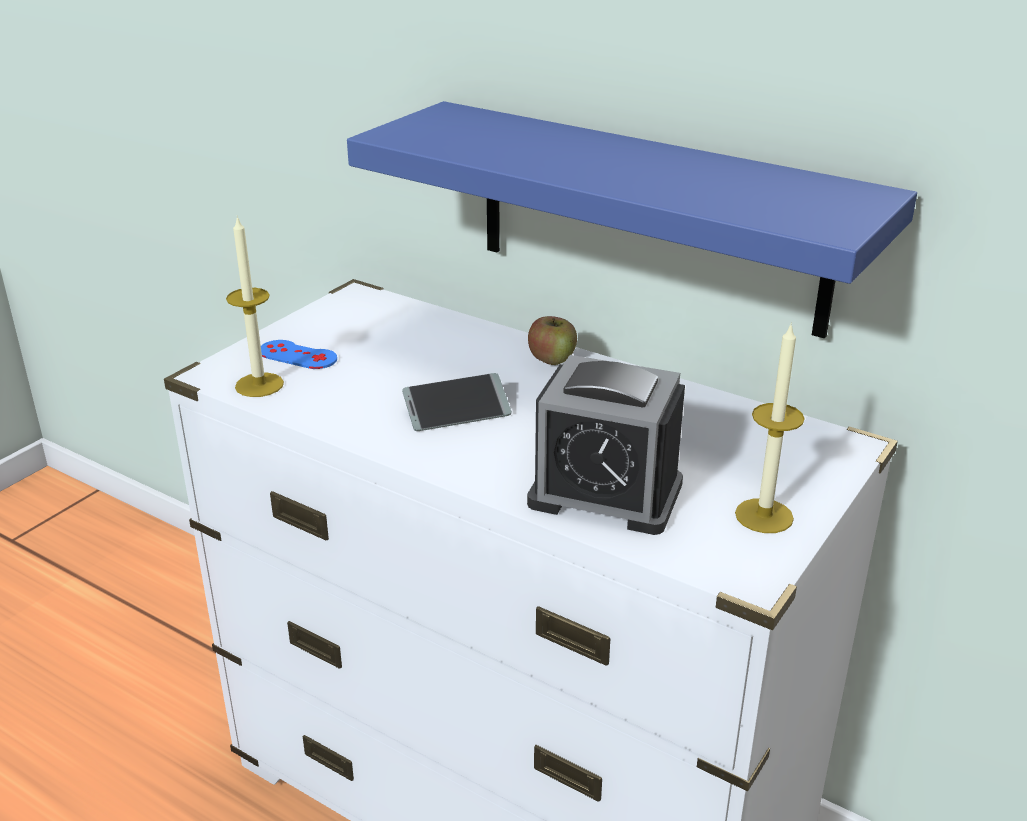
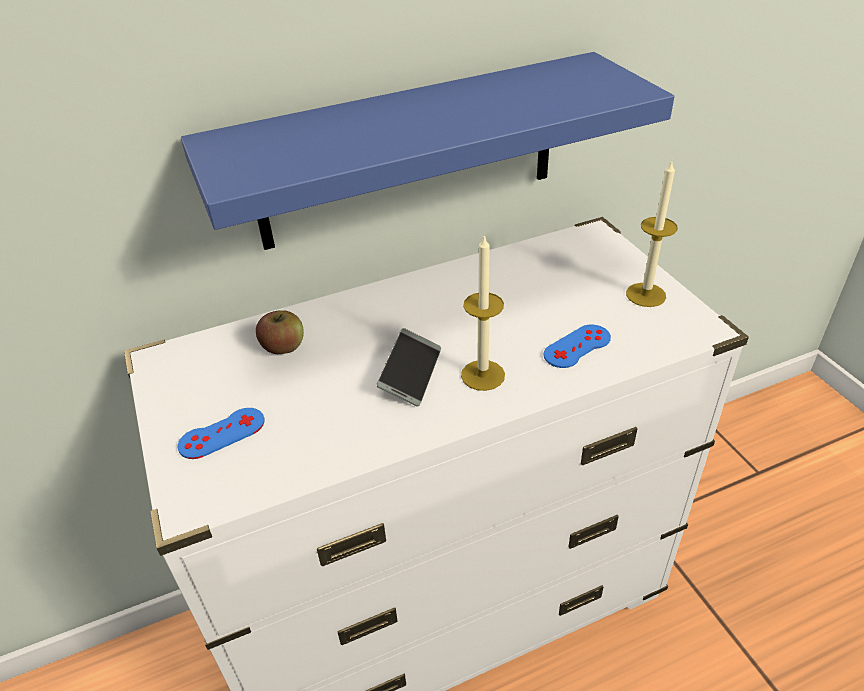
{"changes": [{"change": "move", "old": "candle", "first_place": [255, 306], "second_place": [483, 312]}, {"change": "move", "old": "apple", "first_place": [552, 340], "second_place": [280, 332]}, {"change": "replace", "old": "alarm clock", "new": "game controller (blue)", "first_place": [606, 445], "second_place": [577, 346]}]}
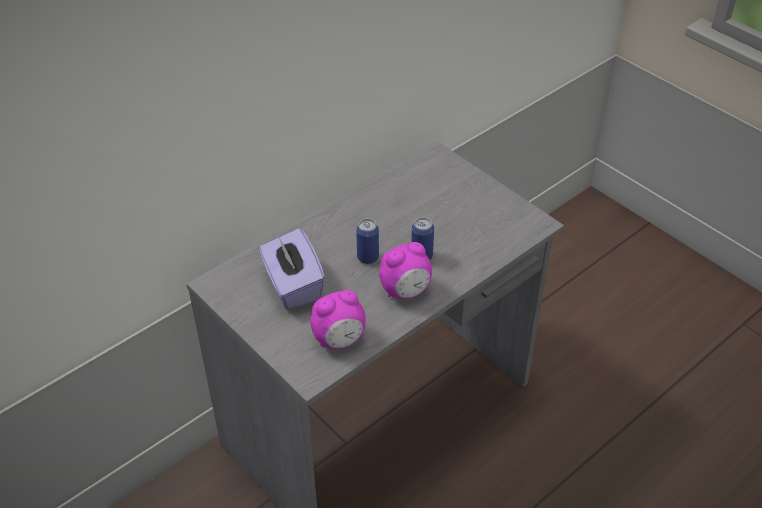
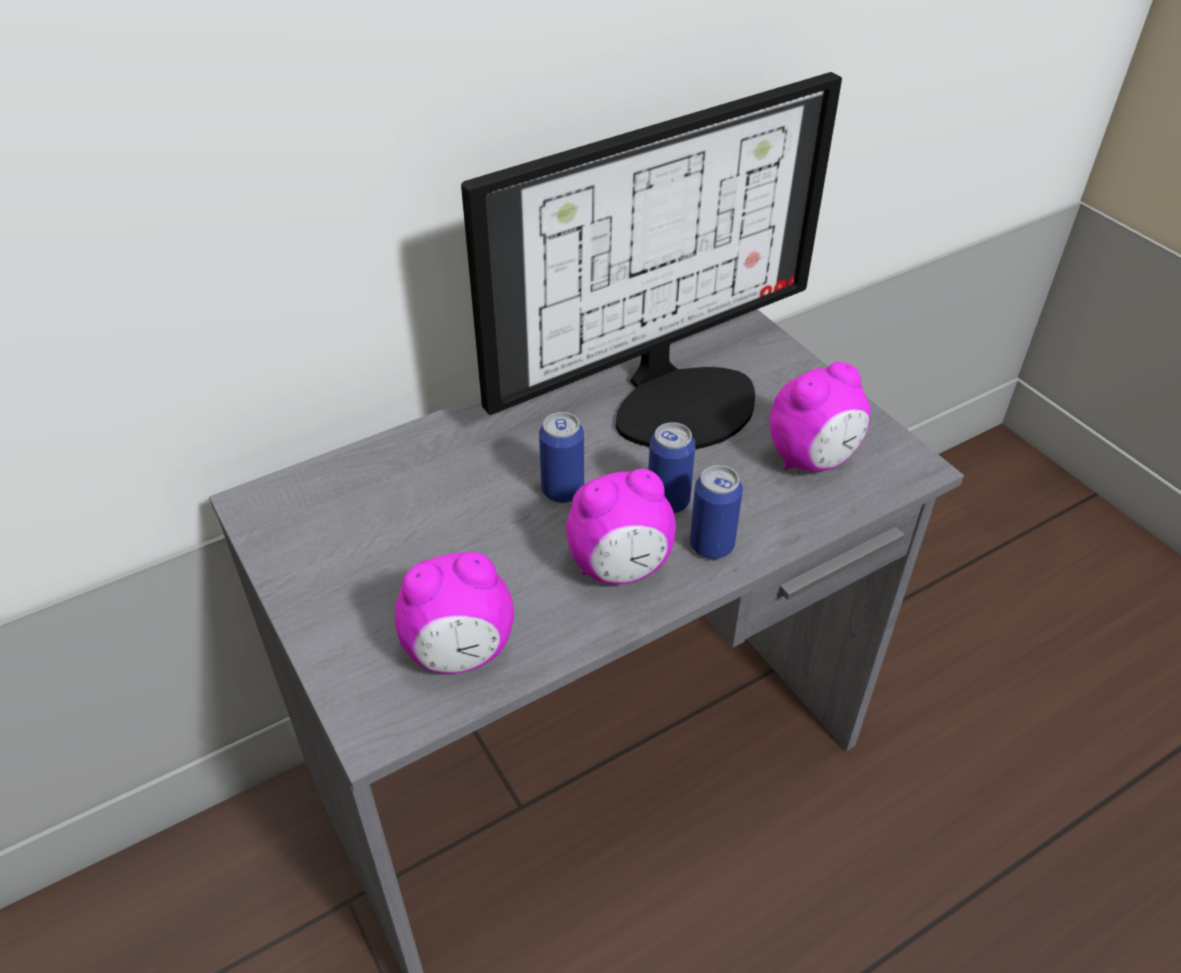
{"changes": [{"change": "delete", "old": "tissue box (purple)", "first_place": [292, 269]}, {"change": "insert", "new": "monitor", "second_place": [651, 260]}, {"change": "insert", "new": "alarm clock", "second_place": [820, 416]}, {"change": "insert", "new": "can", "second_place": [716, 512]}]}
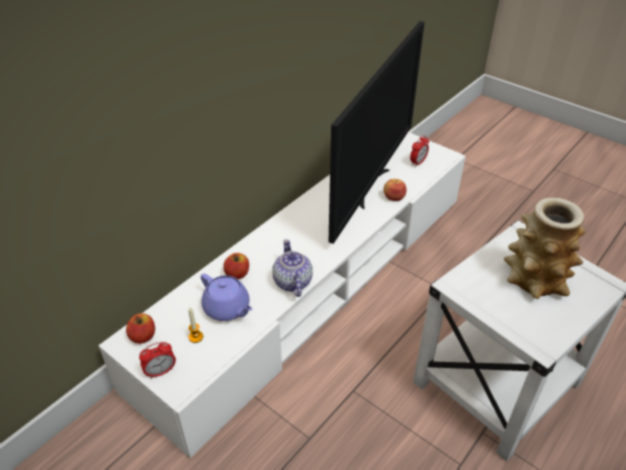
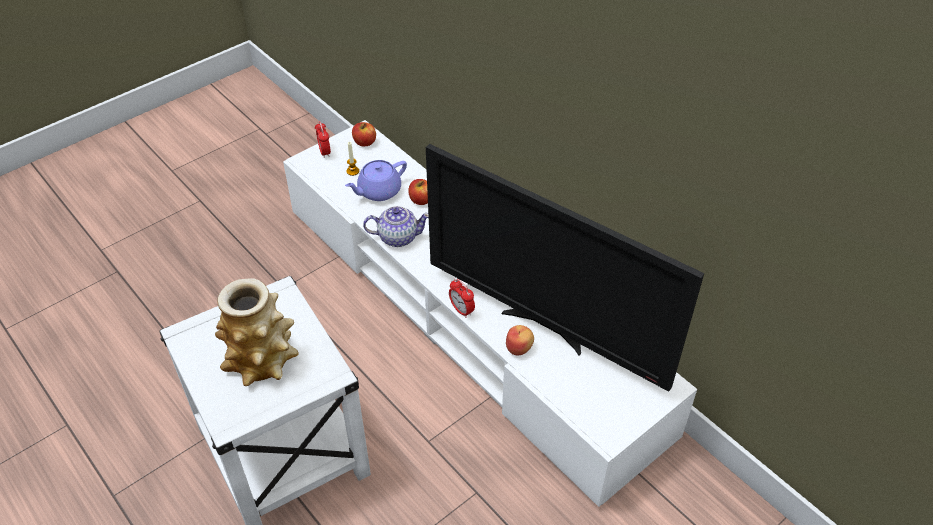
{"changes": [{"change": "move", "old": "alarm clock", "first_place": [419, 151], "second_place": [462, 298]}]}
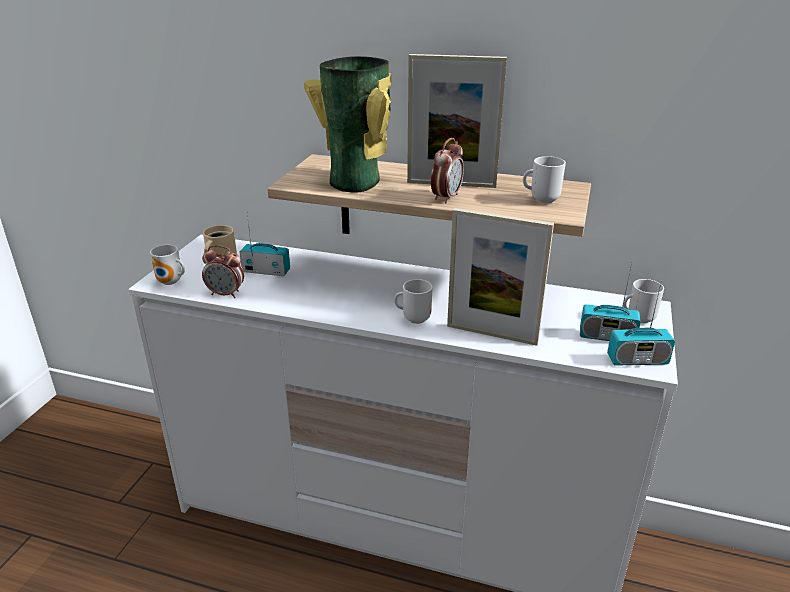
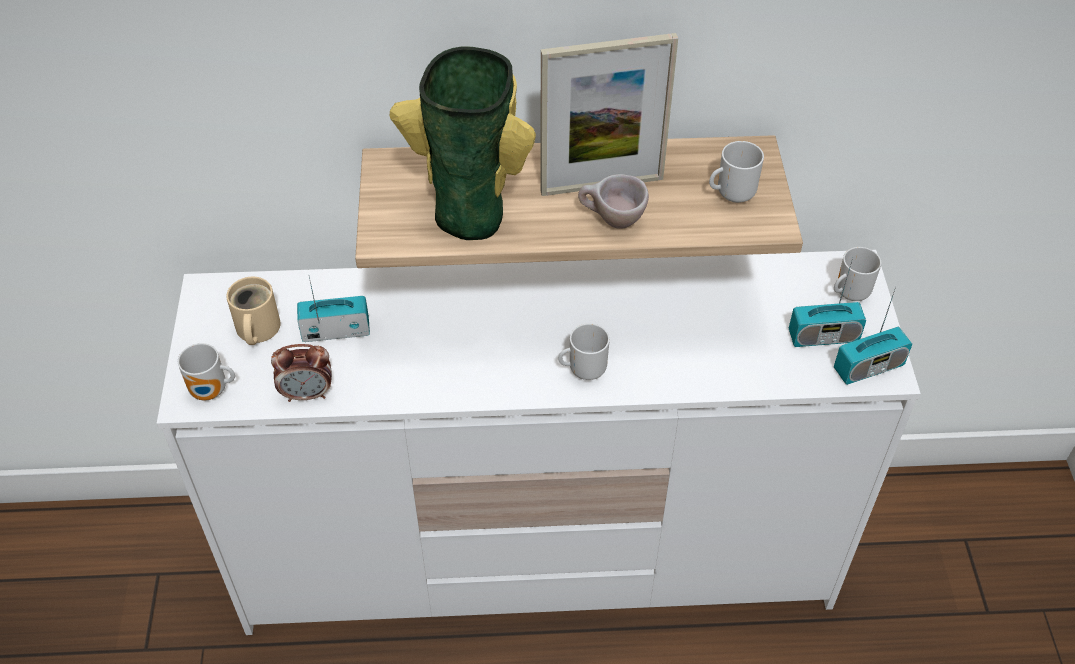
{"changes": [{"change": "replace", "old": "alarm clock", "new": "cup (beige)", "first_place": [447, 170], "second_place": [613, 201]}, {"change": "delete", "old": "picture frame", "first_place": [500, 277]}]}
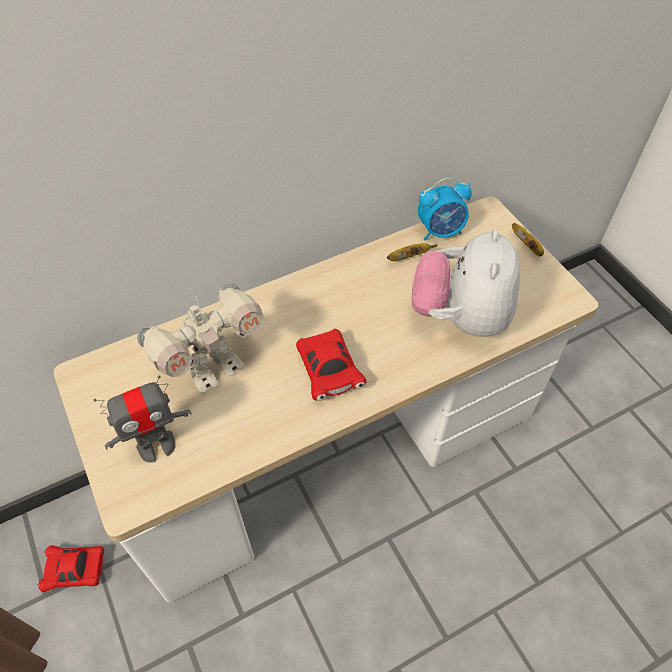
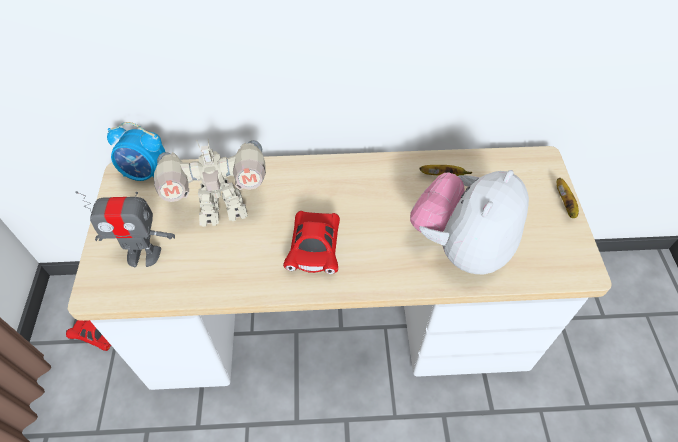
{"changes": [{"change": "move", "old": "alarm clock", "first_place": [445, 209], "second_place": [136, 151]}]}
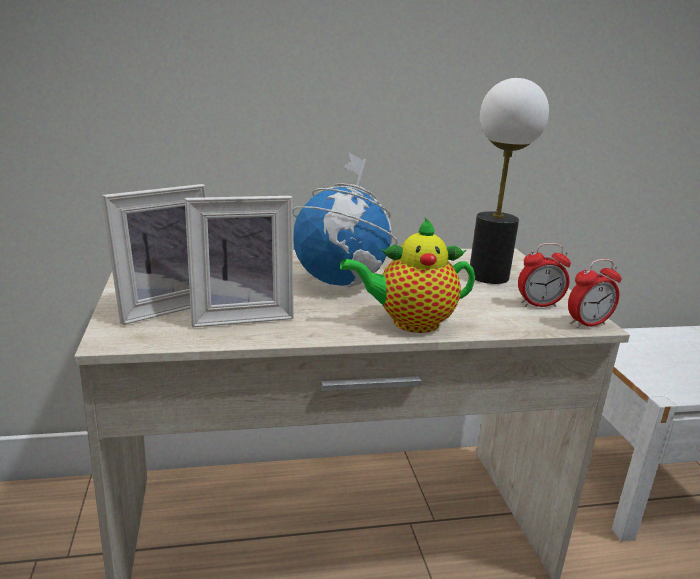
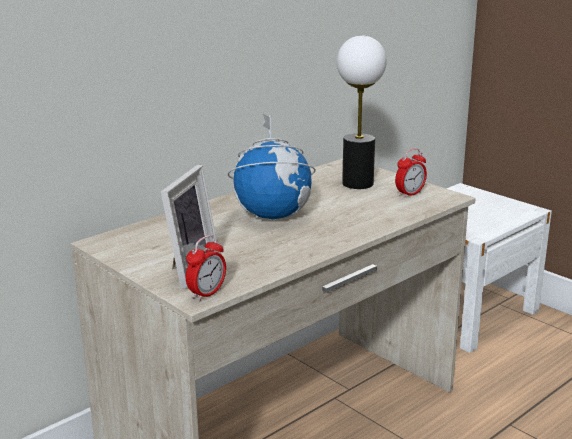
{"changes": [{"change": "delete", "old": "picture frame", "first_place": [239, 261]}, {"change": "delete", "old": "teapot", "first_place": [407, 275]}, {"change": "move", "old": "alarm clock", "first_place": [594, 293], "second_place": [206, 268]}]}
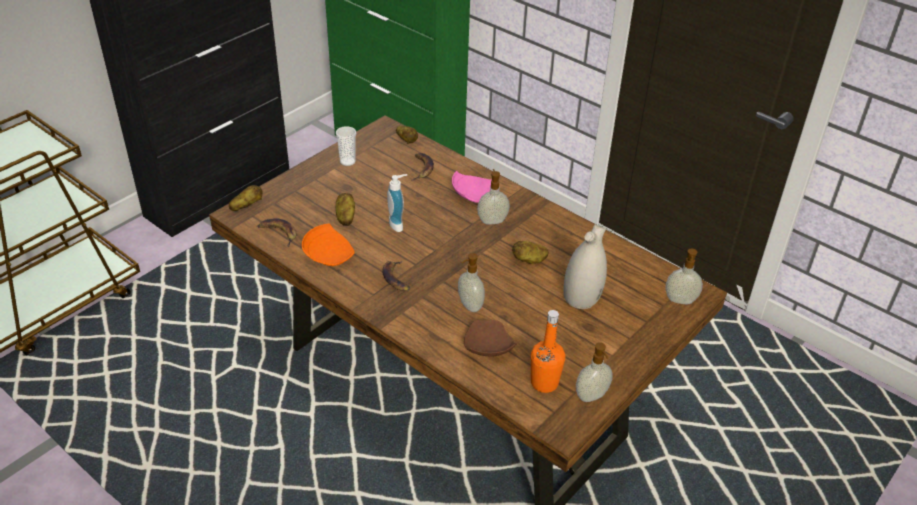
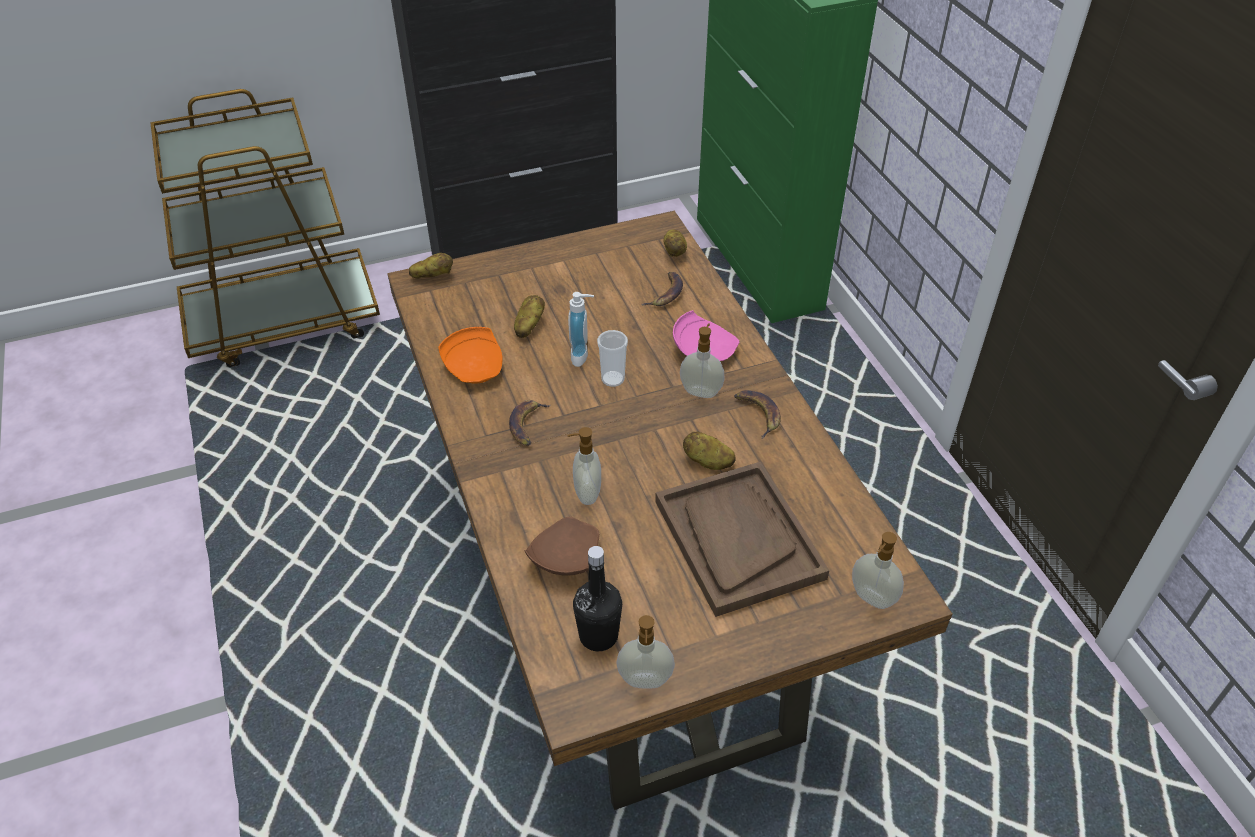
{"changes": [{"change": "move", "old": "cup", "first_place": [346, 146], "second_place": [612, 358]}, {"change": "move", "old": "banana", "first_place": [277, 232], "second_place": [757, 414]}, {"change": "replace", "old": "vase (white)", "new": "tray (brown)", "first_place": [585, 267], "second_place": [742, 539]}, {"change": "recolor", "old": "bottle (orange)", "new": "bottle (black)", "first_place": [548, 351], "second_place": [597, 599]}]}
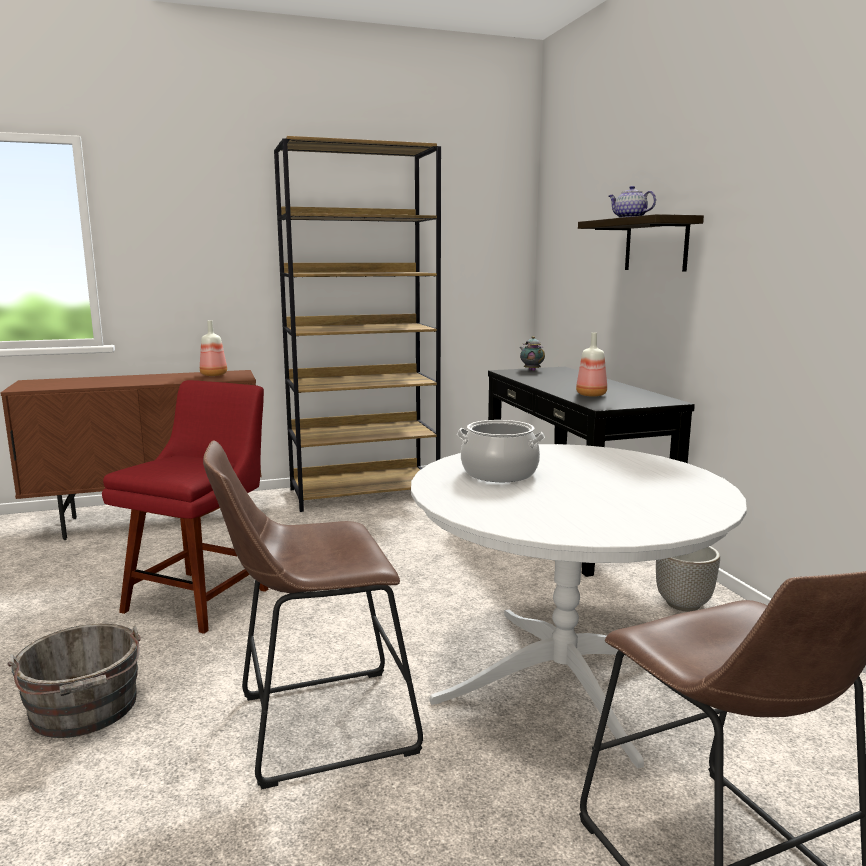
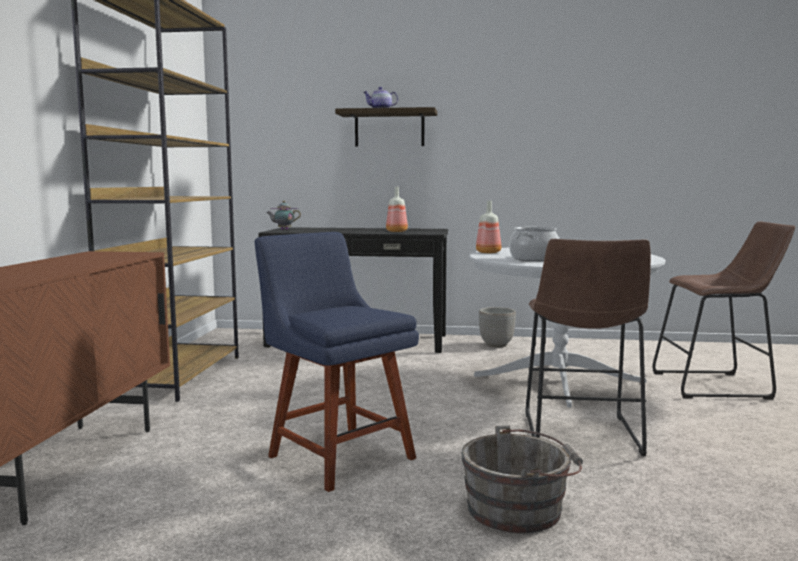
{"changes": [{"change": "move", "old": "bottle", "first_place": [213, 348], "second_place": [488, 227]}, {"change": "recolor", "old": "chair (red)", "new": "chair (blue)", "first_place": [185, 507], "second_place": [337, 362]}]}
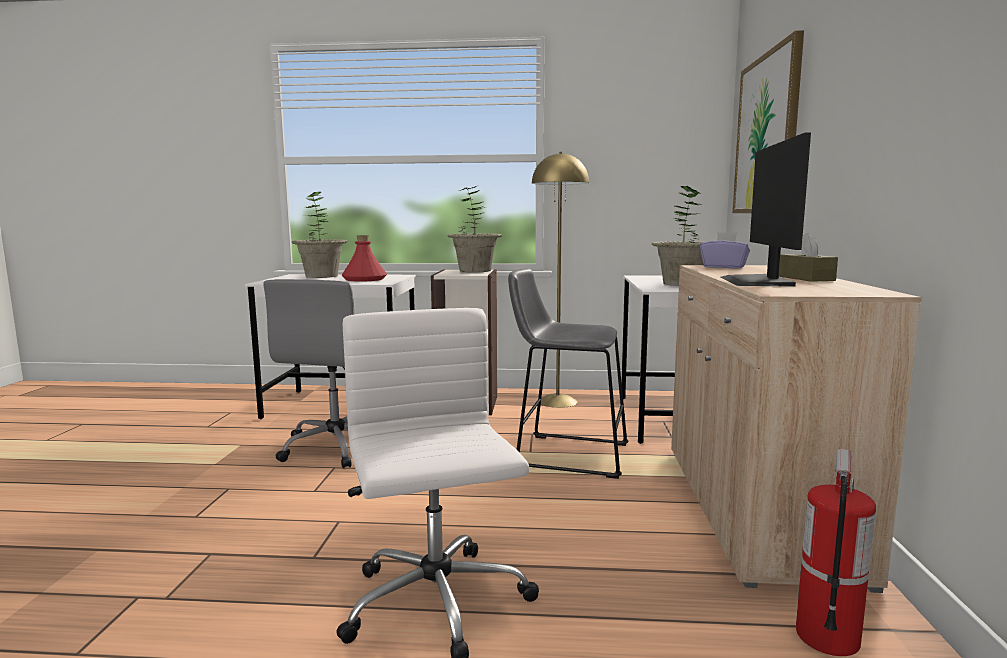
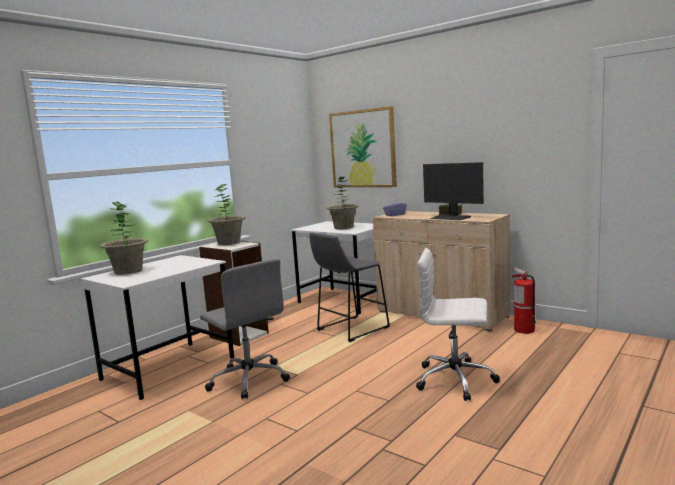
{"changes": [{"change": "delete", "old": "floor lamp (yellow)", "first_place": [560, 280]}, {"change": "delete", "old": "bottle (red)", "first_place": [364, 258]}]}
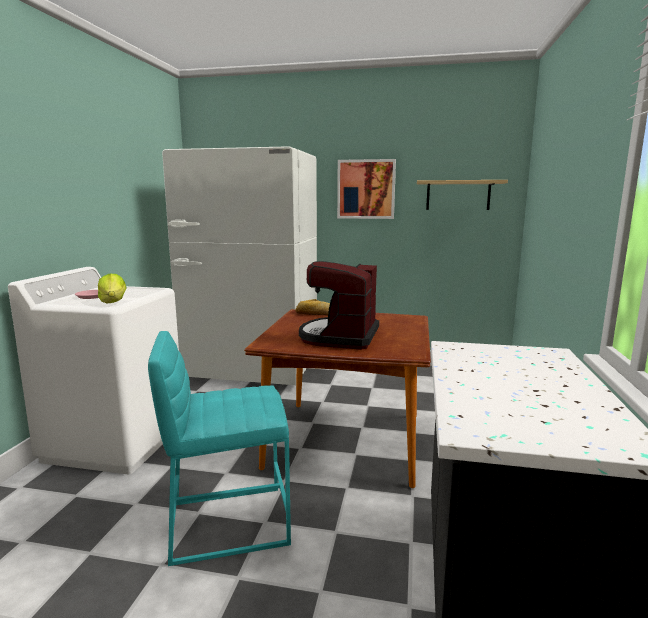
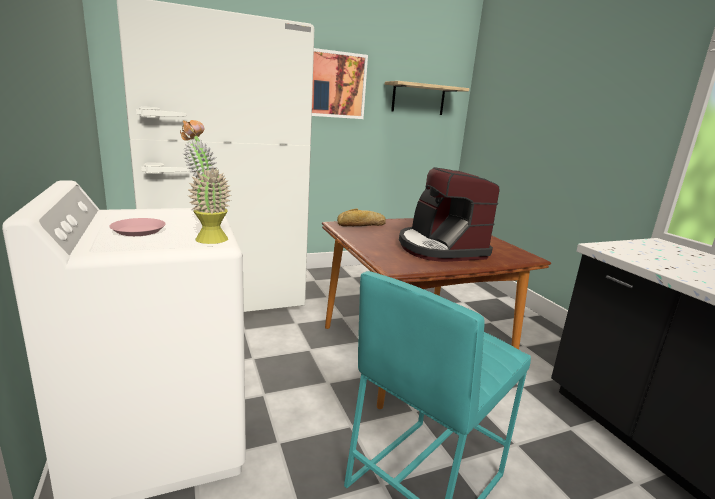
{"changes": [{"change": "replace", "old": "lettuce", "new": "potted plant", "first_place": [112, 289], "second_place": [205, 182]}]}
